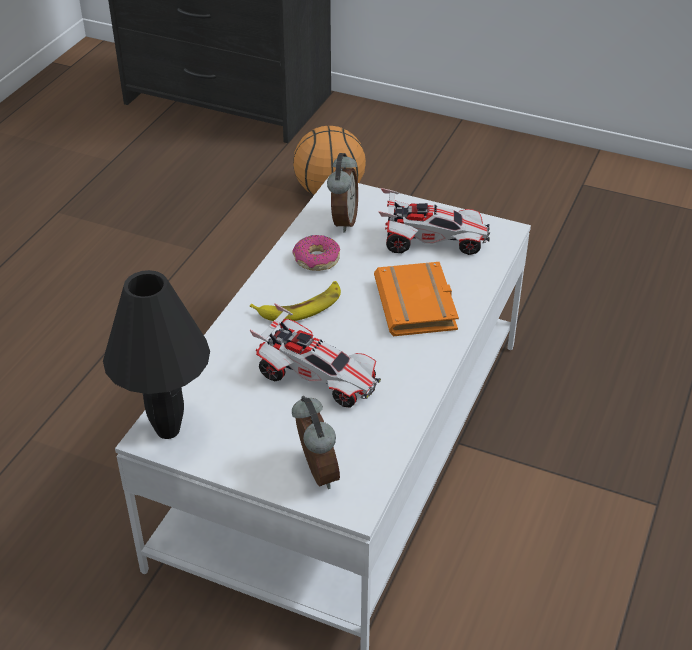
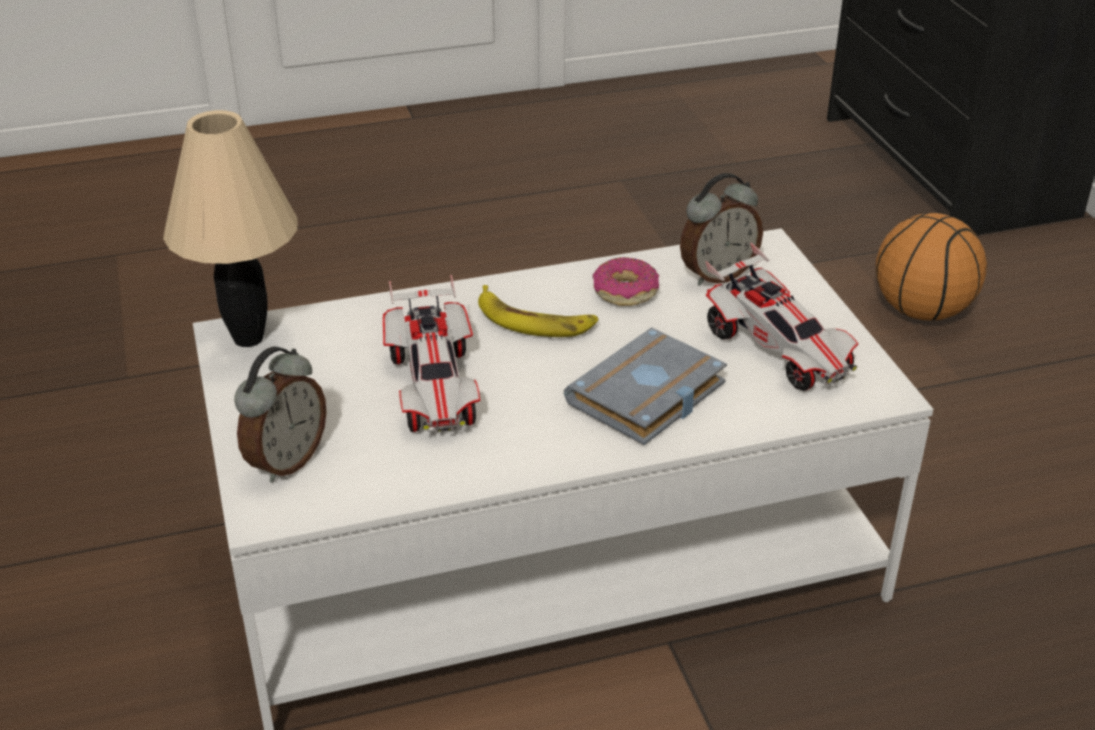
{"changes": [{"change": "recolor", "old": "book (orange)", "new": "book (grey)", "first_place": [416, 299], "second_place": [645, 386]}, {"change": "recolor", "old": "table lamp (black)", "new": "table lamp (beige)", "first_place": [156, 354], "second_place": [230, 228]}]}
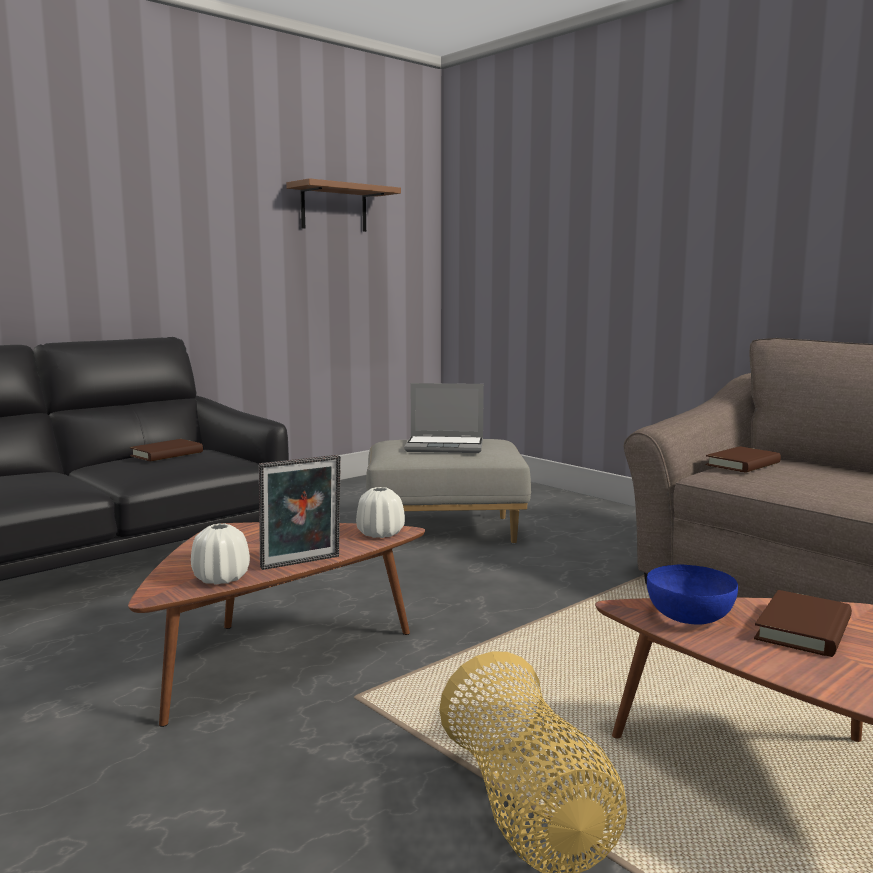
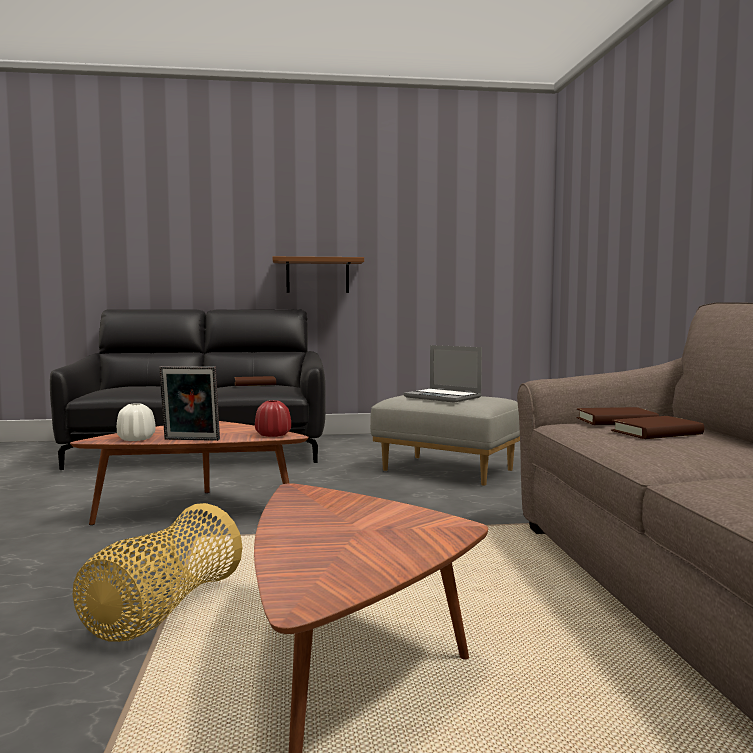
{"changes": [{"change": "move", "old": "shelf (brown)", "first_place": [343, 205], "second_place": [318, 274]}, {"change": "recolor", "old": "vase (white)", "new": "vase (red)", "first_place": [380, 512], "second_place": [273, 418]}, {"change": "delete", "old": "bowl (blue)", "first_place": [692, 594]}, {"change": "move", "old": "book (brown)", "first_place": [803, 623], "second_place": [657, 427]}]}
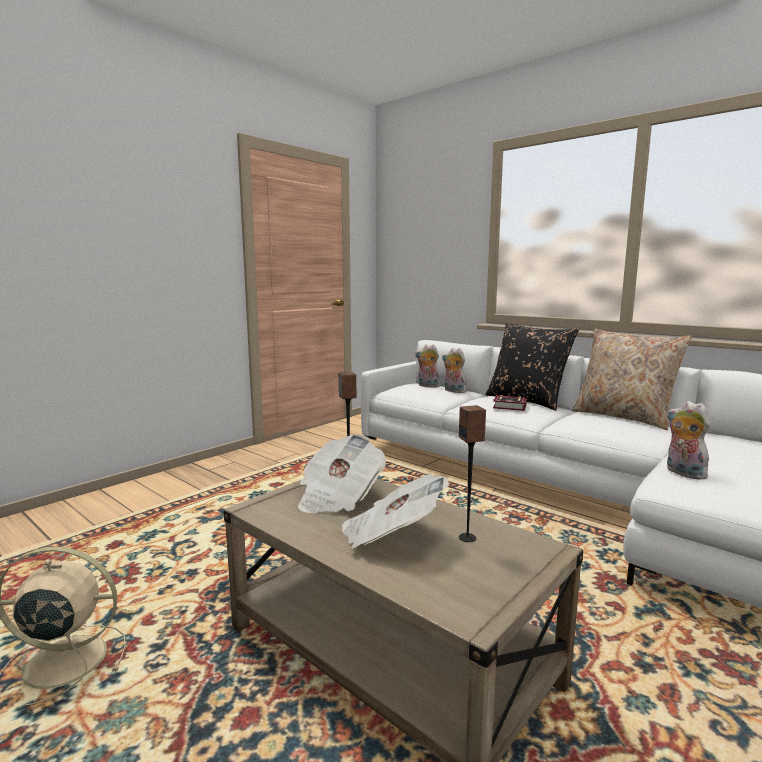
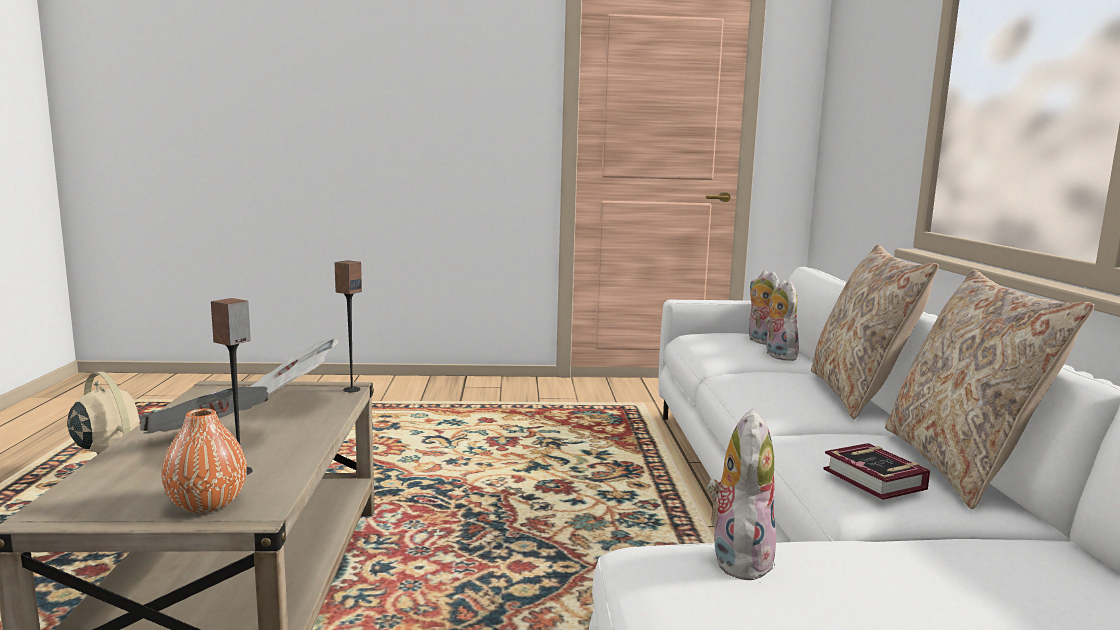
{"changes": [{"change": "recolor", "old": "pillow (black)", "new": "pillow (beige)", "first_place": [532, 366], "second_place": [875, 331]}, {"change": "move", "old": "book", "first_place": [510, 403], "second_place": [876, 471]}, {"change": "insert", "new": "vase (orange)", "second_place": [204, 460]}]}
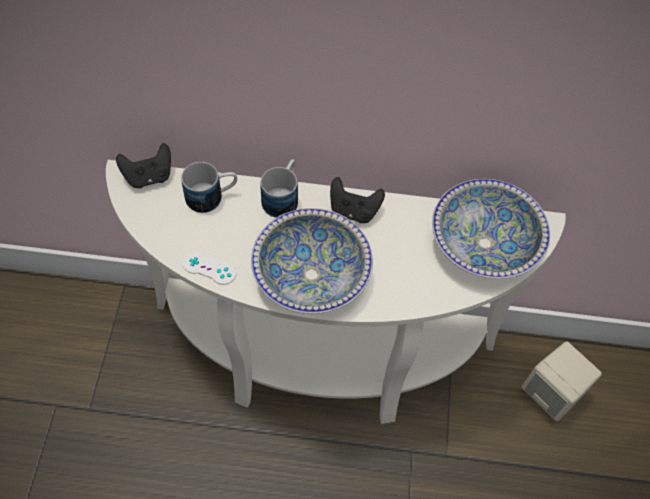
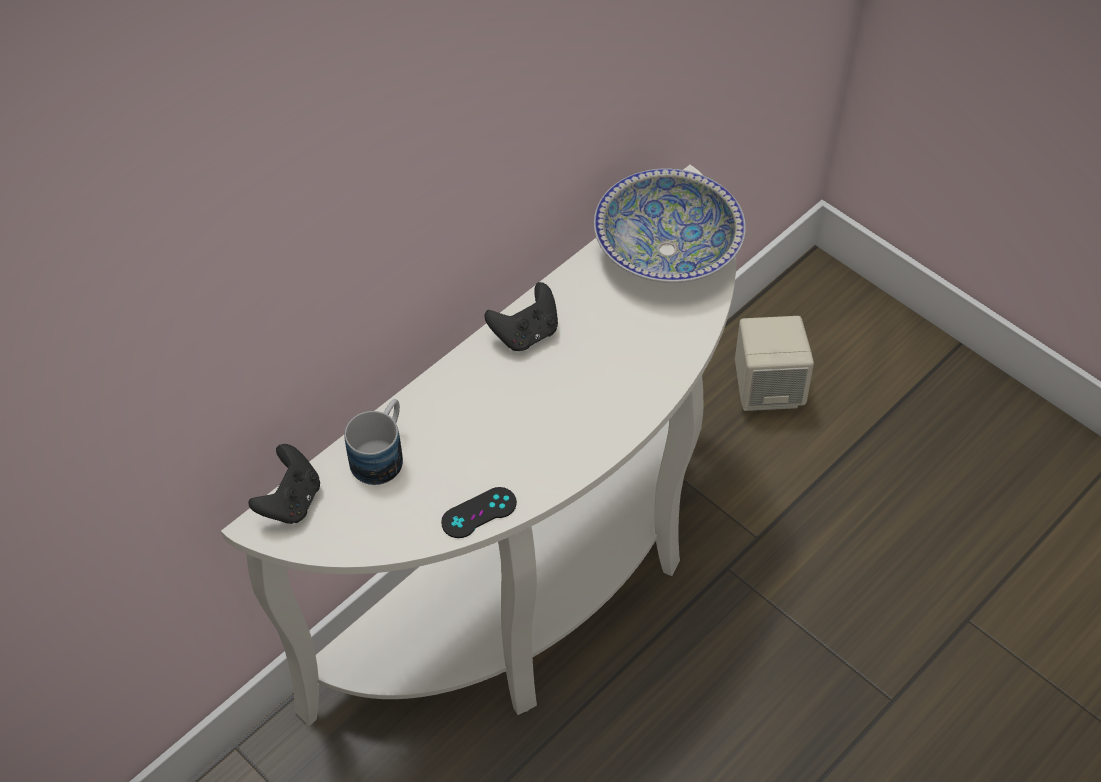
{"changes": [{"change": "delete", "old": "mug", "first_place": [279, 188]}, {"change": "delete", "old": "bowl", "first_place": [312, 261]}, {"change": "recolor", "old": "game controller (white)", "new": "game controller (black)", "first_place": [209, 268], "second_place": [479, 512]}]}
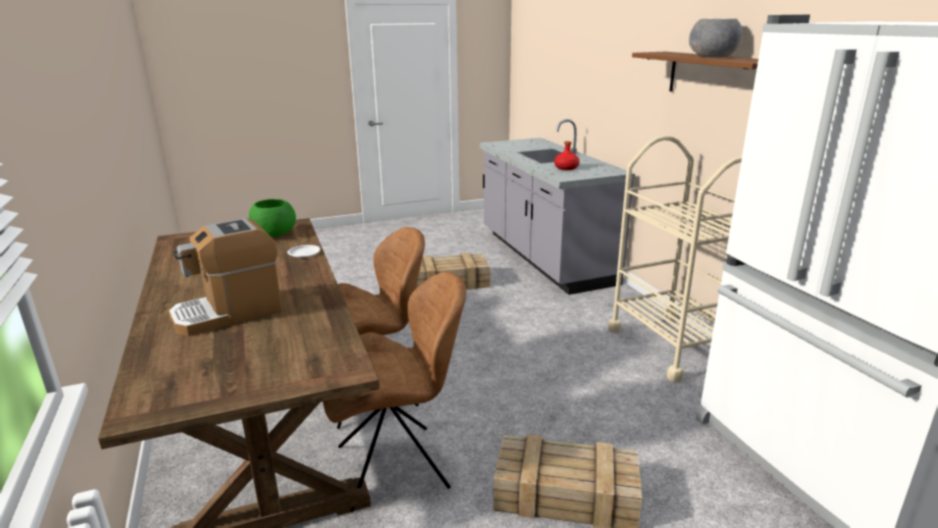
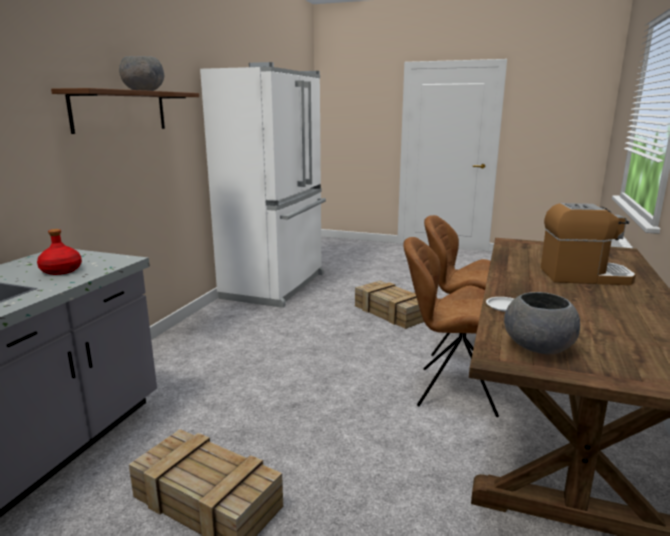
{"changes": [{"change": "delete", "old": "cart (beige)", "first_place": [675, 258]}, {"change": "recolor", "old": "bowl (green)", "new": "bowl (grey)", "first_place": [272, 218], "second_place": [542, 323]}]}
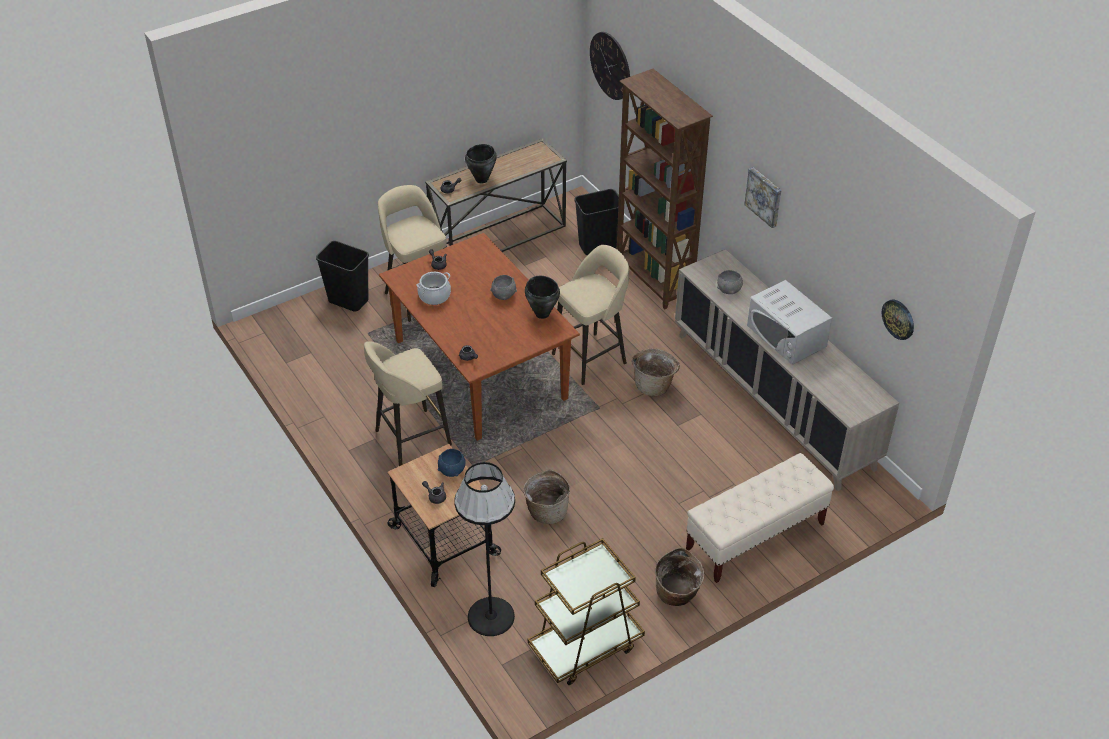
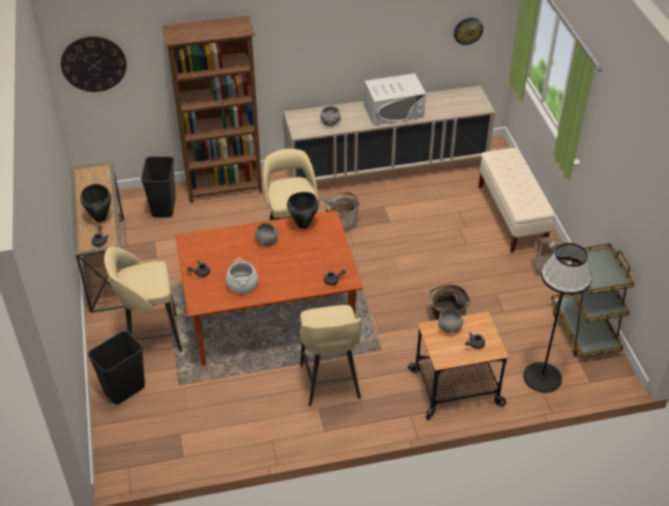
{"changes": [{"change": "delete", "old": "picture", "first_place": [762, 197]}, {"change": "recolor", "old": "bowl (blue)", "new": "bowl (grey)", "first_place": [452, 463], "second_place": [451, 321]}]}
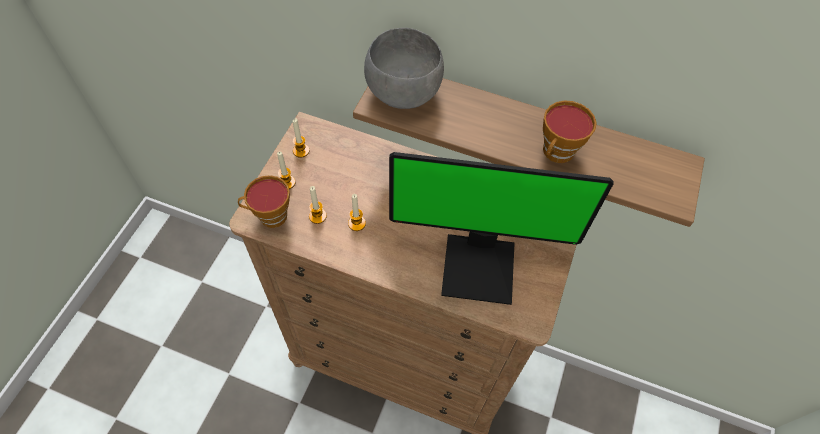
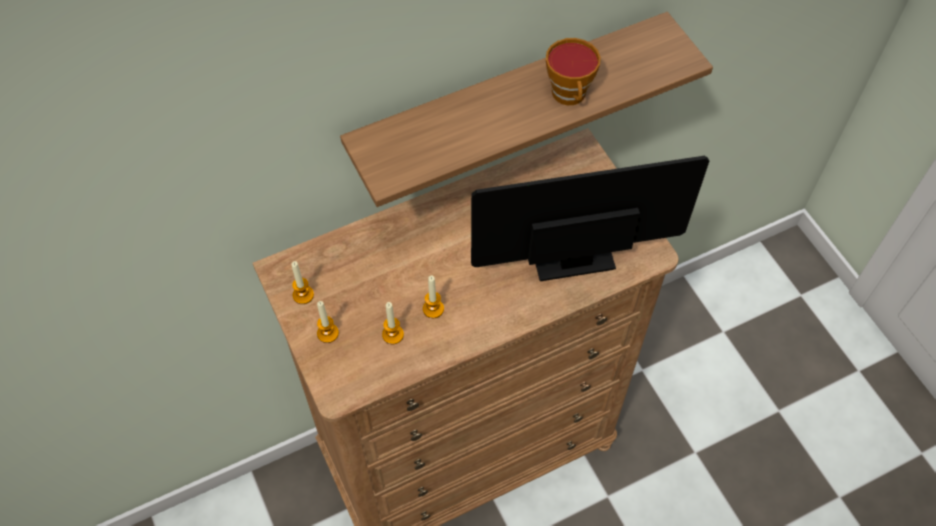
{"changes": [{"change": "delete", "old": "bowl (grey)", "first_place": [404, 68]}, {"change": "rotate", "old": "monitor", "first_place": [501, 228], "second_place": [590, 218], "degrees": -150}, {"change": "delete", "old": "cup", "first_place": [264, 201]}]}
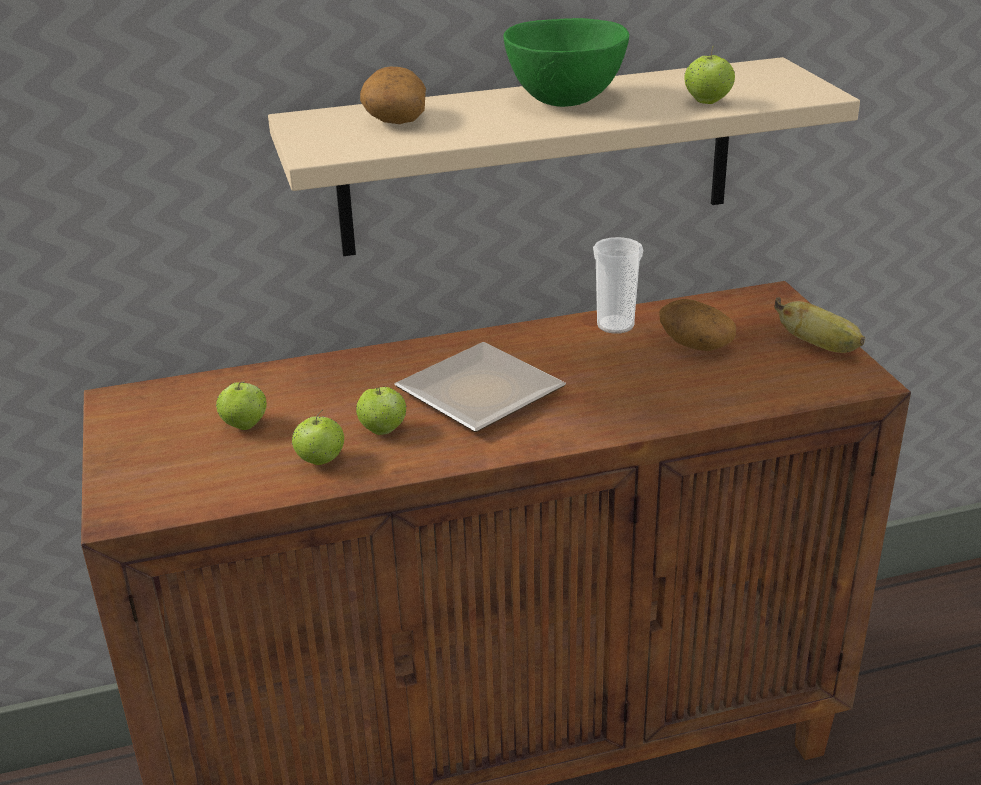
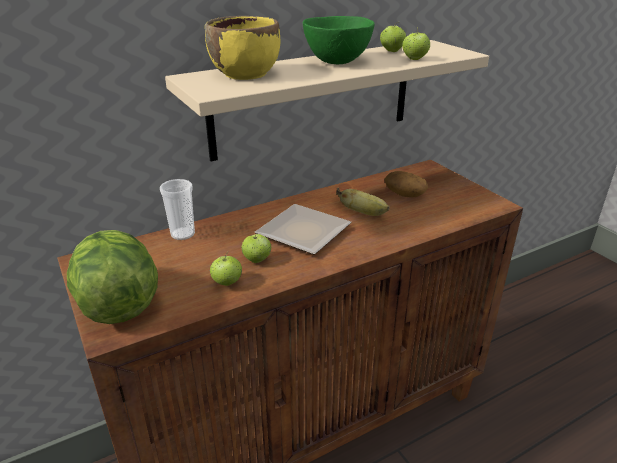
{"changes": [{"change": "replace", "old": "potato", "new": "bowl (yellow)", "first_place": [393, 95], "second_place": [242, 48]}, {"change": "move", "old": "cup", "first_place": [618, 285], "second_place": [177, 209]}, {"change": "move", "old": "banana", "first_place": [819, 325], "second_place": [363, 201]}, {"change": "move", "old": "apple", "first_place": [241, 405], "second_place": [393, 37]}, {"change": "insert", "new": "lettuce", "second_place": [112, 277]}]}
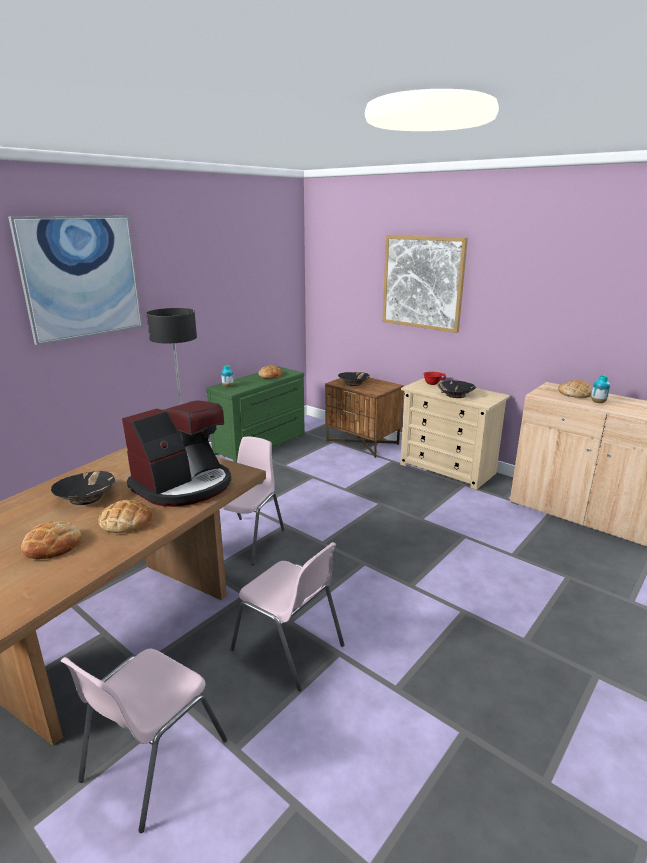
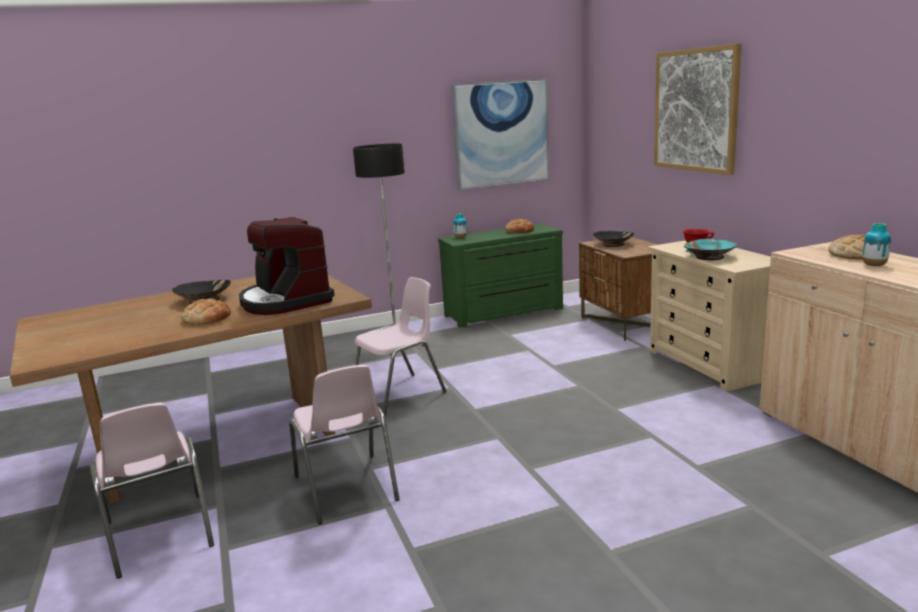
{"changes": [{"change": "move", "old": "picture", "first_place": [75, 280], "second_place": [500, 134]}, {"change": "recolor", "old": "bowl (black)", "new": "bowl (turquoise)", "first_place": [457, 389], "second_place": [710, 249]}, {"change": "rotate", "old": "coffee machine", "first_place": [176, 453], "second_place": [287, 266], "degrees": 75}, {"change": "delete", "old": "bread", "first_place": [51, 540]}, {"change": "rotate", "old": "chair (pink)", "first_place": [144, 741], "second_place": [152, 490], "degrees": -90}]}
